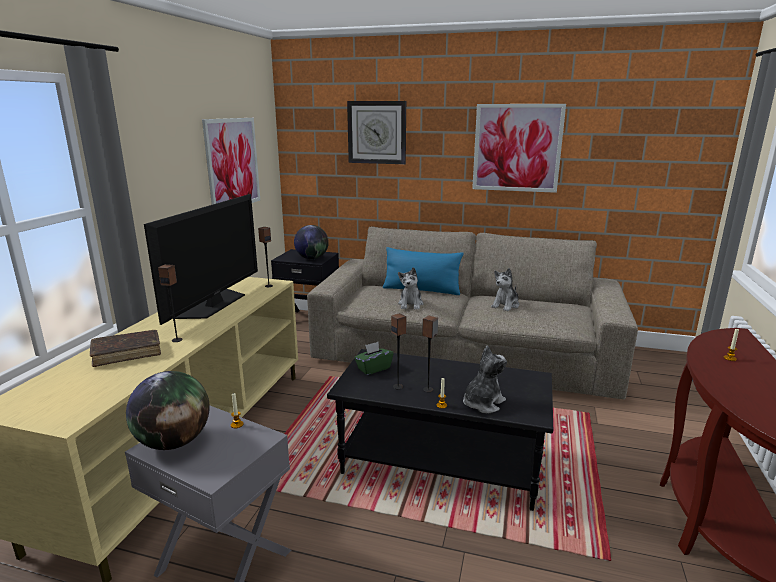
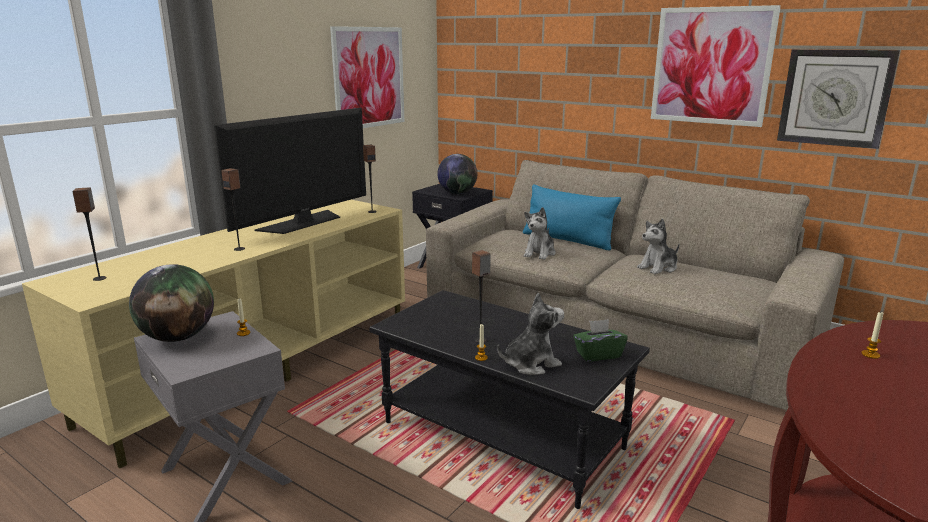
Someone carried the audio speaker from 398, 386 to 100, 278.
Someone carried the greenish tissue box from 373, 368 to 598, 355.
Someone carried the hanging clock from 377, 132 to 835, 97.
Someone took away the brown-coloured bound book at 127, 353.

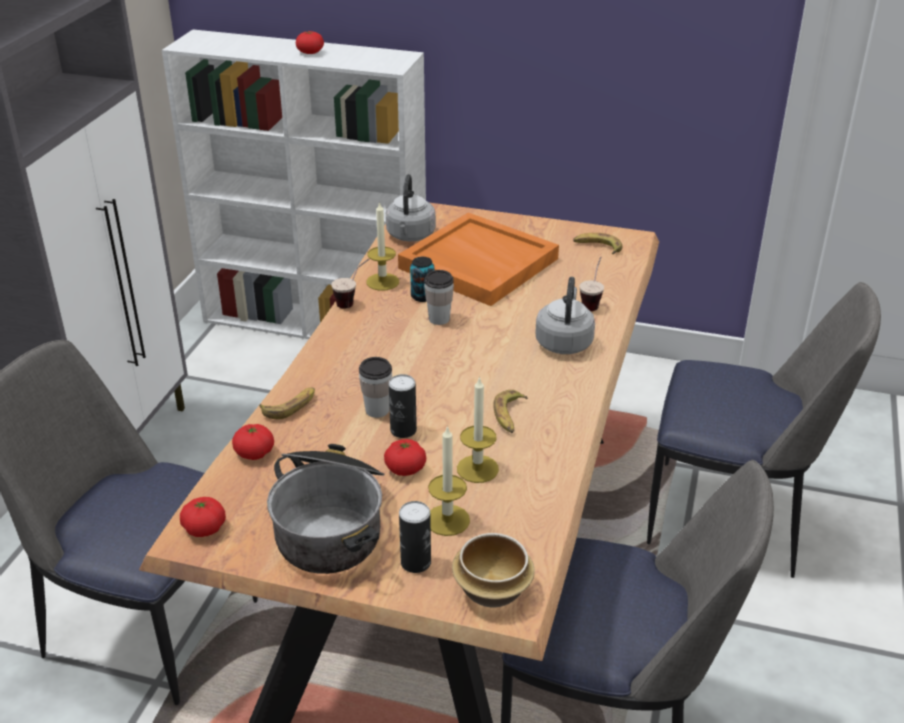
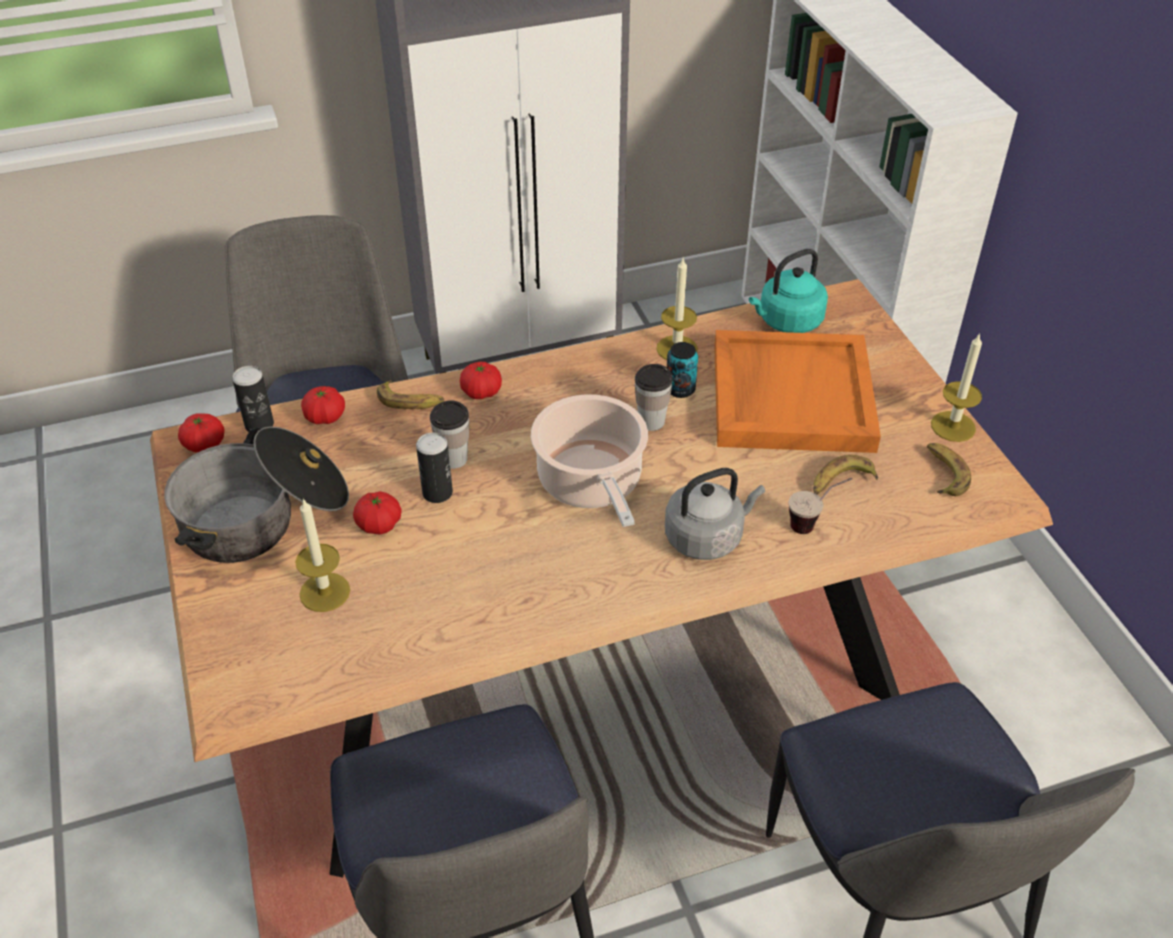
Someone carried the metal can from 415, 562 to 259, 425.
Someone carried the whole tomato from 310, 52 to 481, 392.
Someone put down the stockpot at 591, 483.
Someone repainted the gray kettle at 410, 236, which became the turquoise kettle at 787, 322.
Someone carried the whole banana from 509, 416 to 841, 482.
Someone carried the wax candle from 477, 469 to 953, 426.
Someone took away the cup at 353, 301.
Someone took away the deep dish at 491, 589.

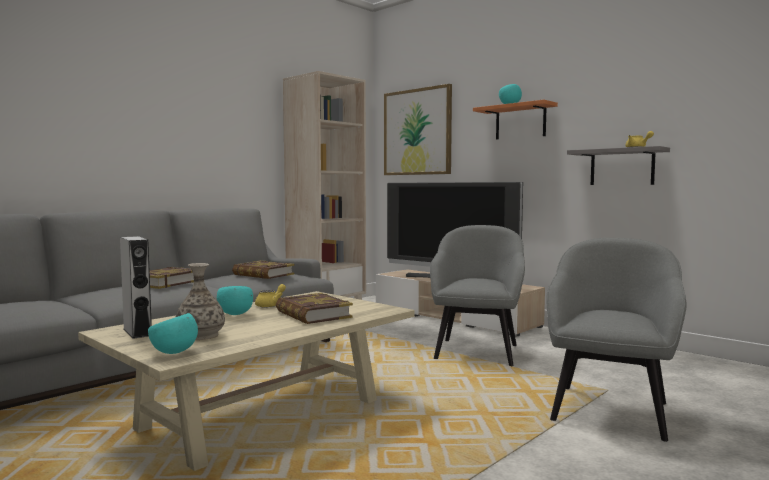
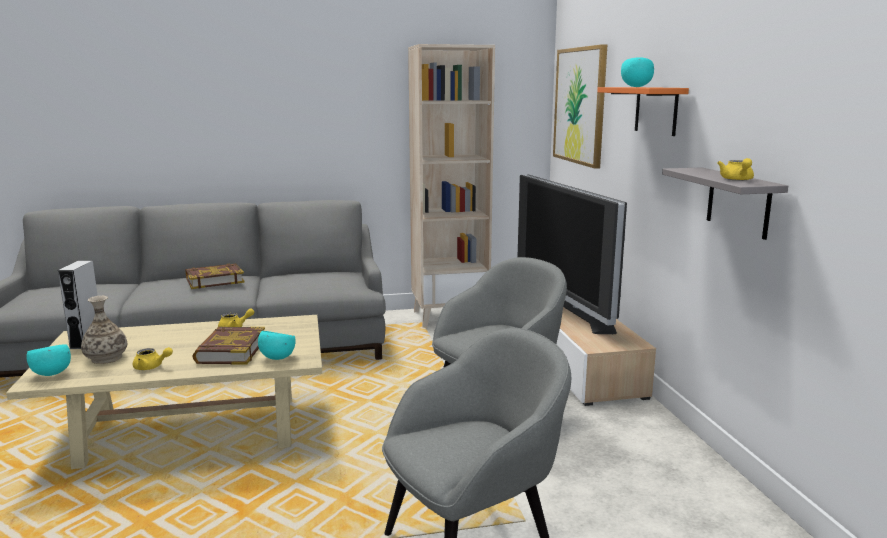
Someone put down the yellowish teapot at 151, 367.
Someone carried the turquoise deep dish from 235, 314 to 277, 358.
Someone took away the bound book at 263, 274.

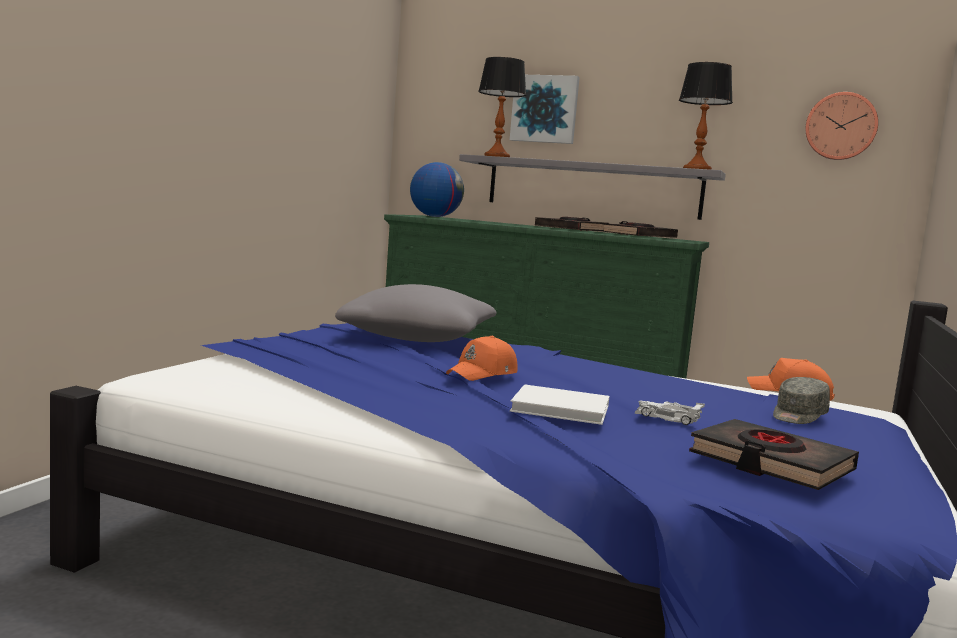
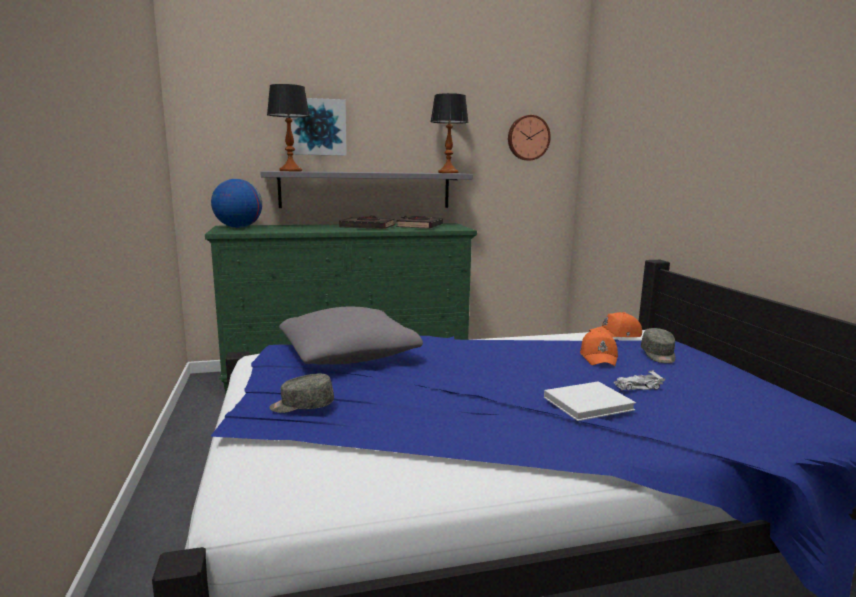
Someone put down the gray peaked cap at 302, 406.
Someone carried the orange peaked cap from 483, 374 to 599, 357.
Someone took away the black bound book at 770, 463.

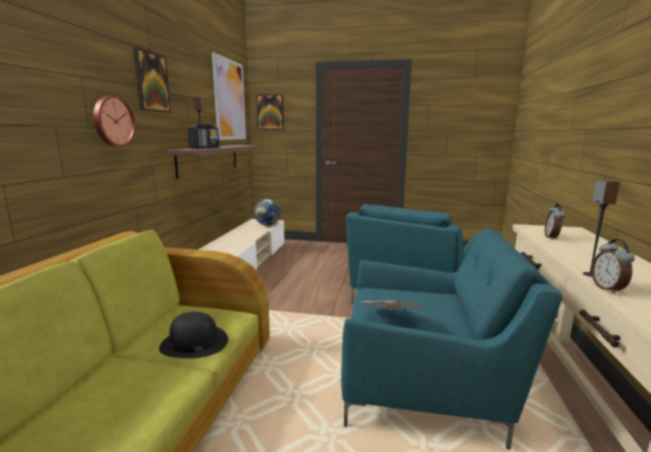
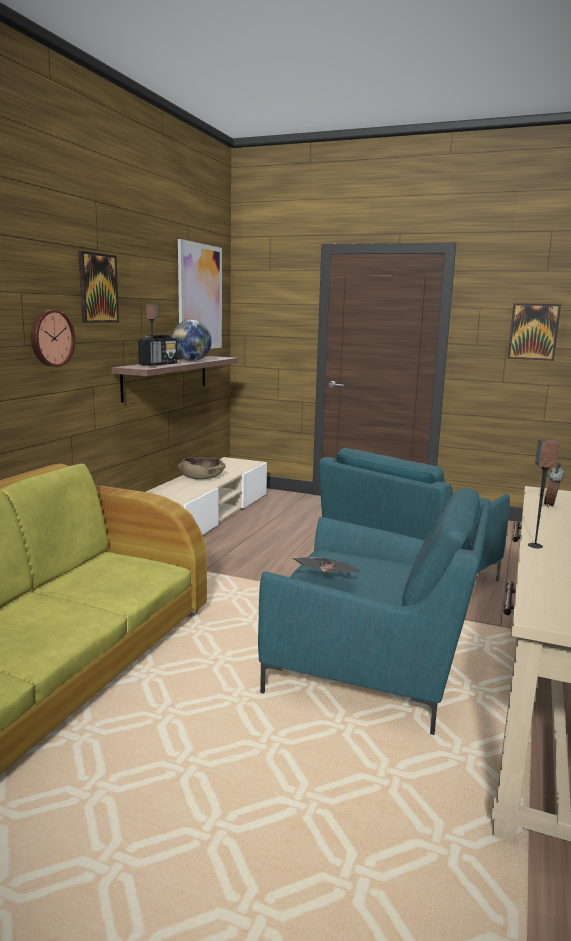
Someone carried the desk globe from 267, 225 to 191, 361.
Someone put down the brown-coloured deep dish at 202, 477.
Someone carried the wall art from 270, 112 to 533, 331.
Someone took away the black wearable hat at 194, 343.
Someone took away the alarm clock at 608, 289.

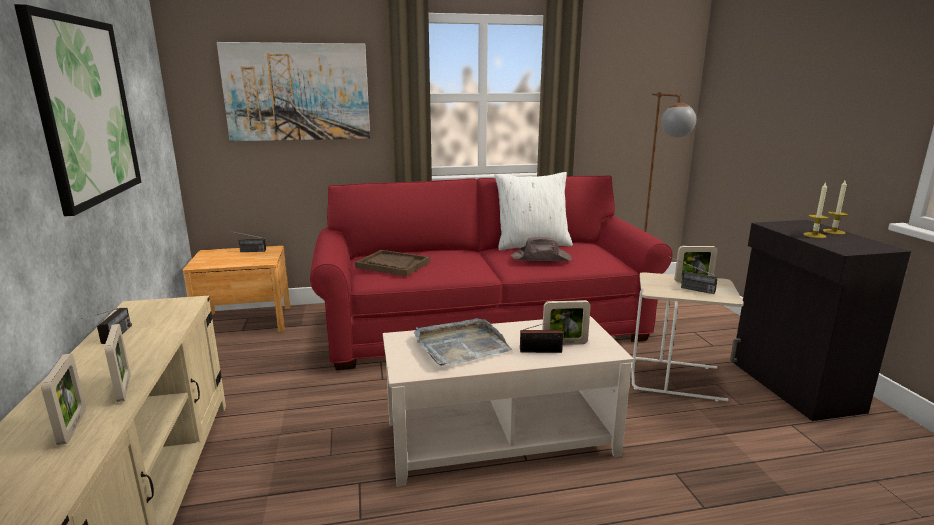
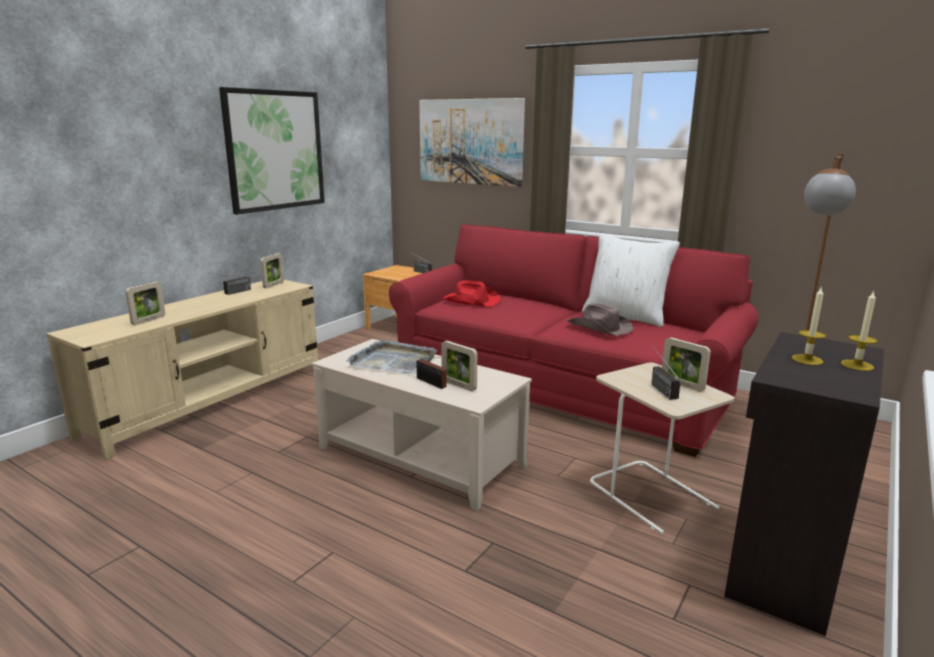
Someone carried the picture frame from 124, 388 to 273, 285.
Someone swapped the brown-coloured tray at 392, 265 for the red-coloured wearable hat at 471, 301.

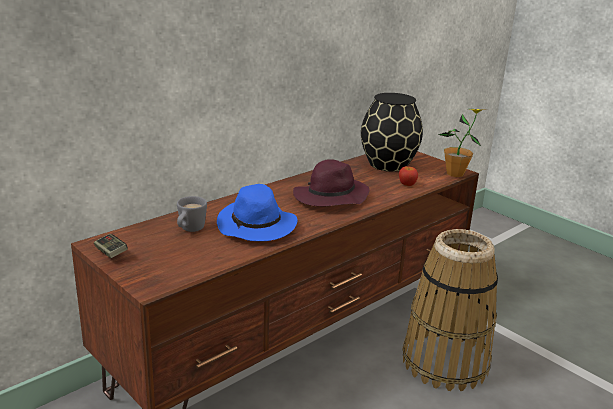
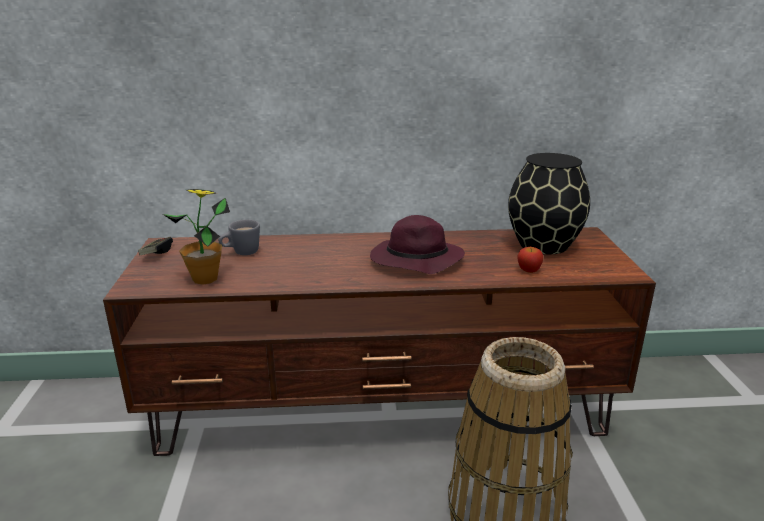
Someone carried the potted plant from 455, 174 to 205, 279.
Someone took away the blue wearable hat at 257, 226.

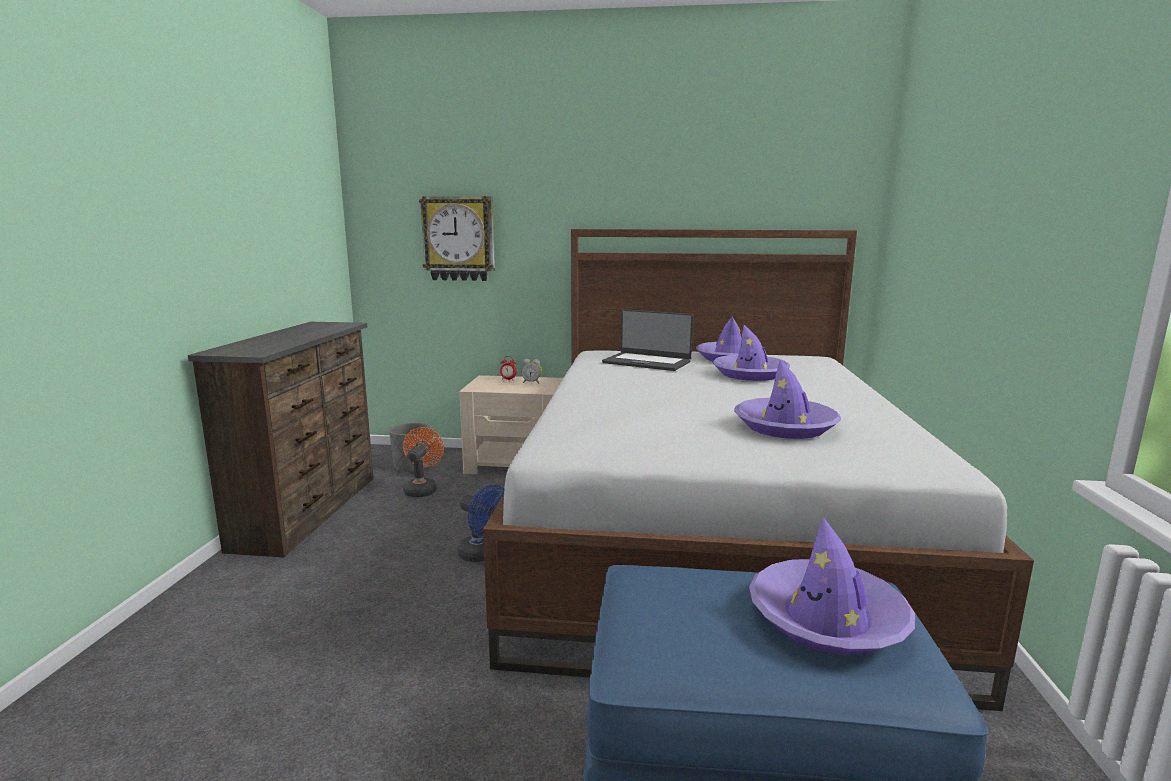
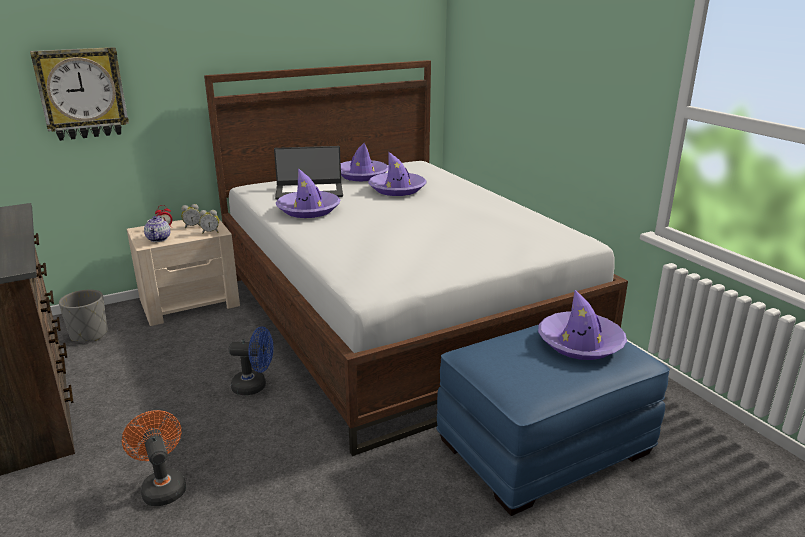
Someone carried the orange electric fan from 422, 489 to 162, 486.
Someone put down the teapot at 159, 239.
Someone put down the alarm clock at 211, 232.
Someone carried the purple-coloured wearable hat from 785, 427 to 308, 210.

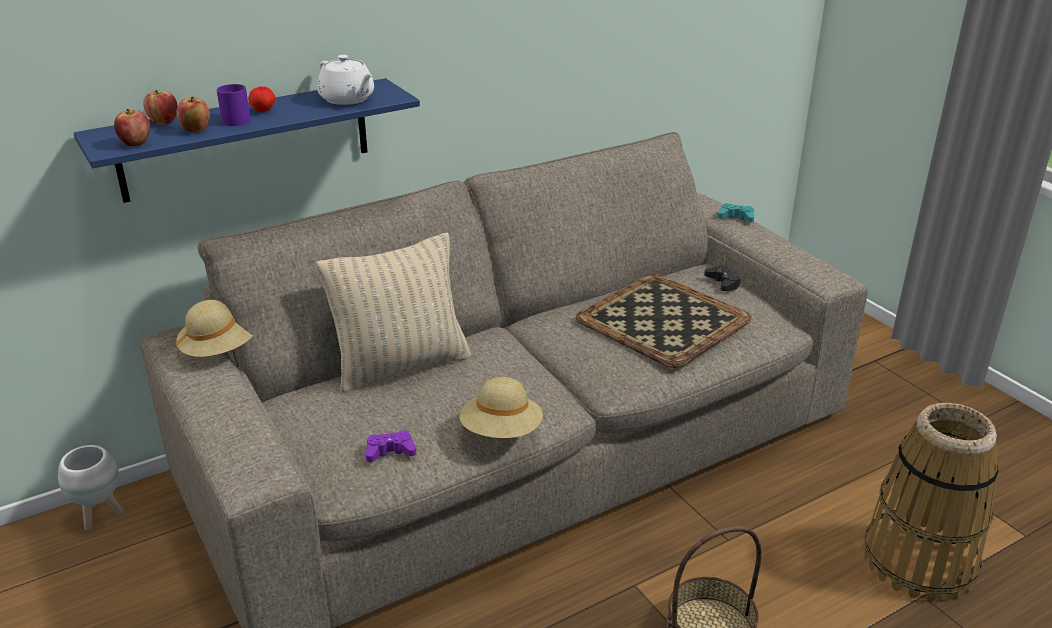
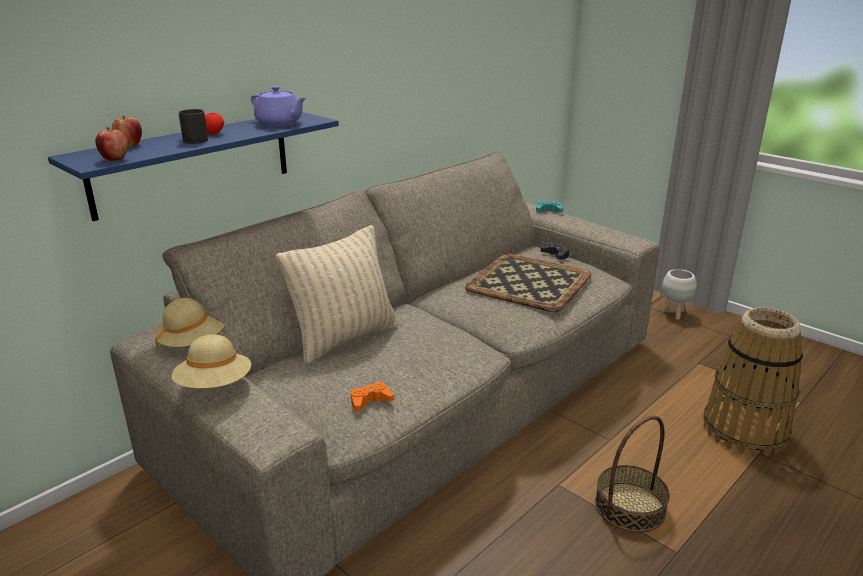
Someone carried the beige wearable hat from 501, 432 to 215, 386.
Someone repainted the purple-coloured coffee mug at 234, 119, which became the black coffee mug at 192, 140.
Someone repainted the white teapot at 347, 99, which became the purple-coloured teapot at 280, 123.
Someone repainted the purple-coloured gamepad at 390, 452, which became the orange gamepad at 370, 401.
Someone carried the white planter from 101, 516 to 674, 314.
Someone took away the whole apple at 195, 130.

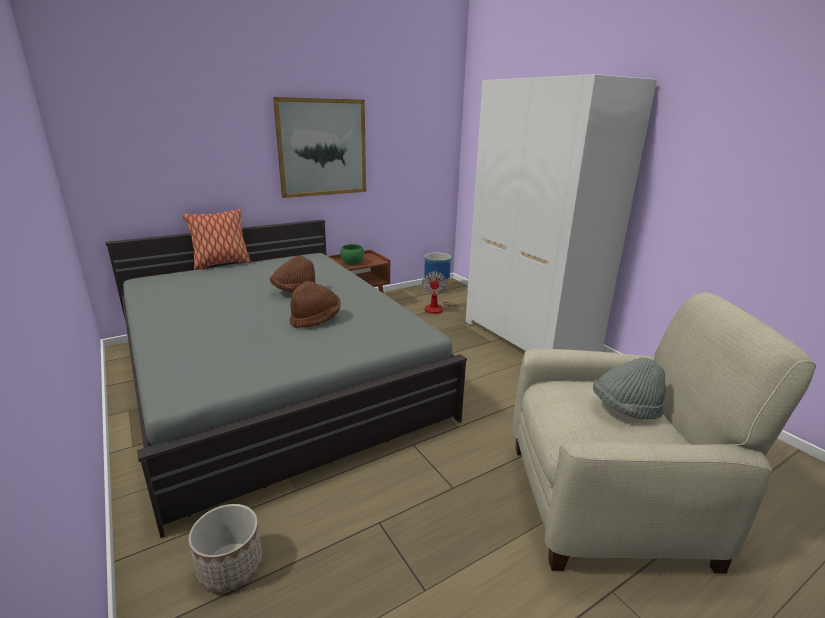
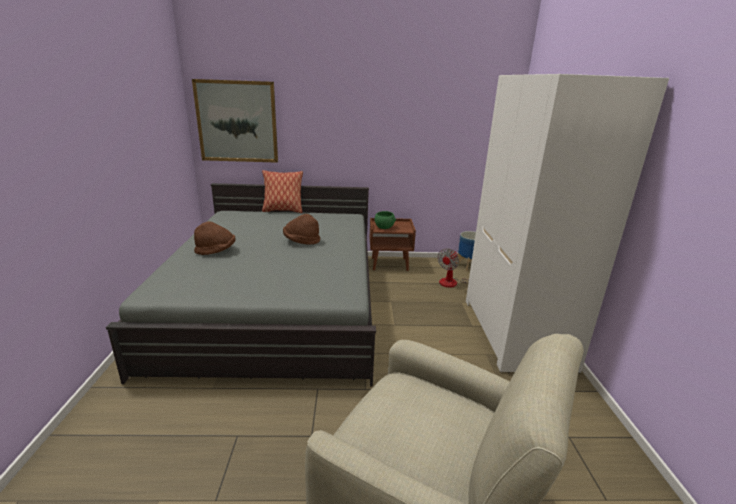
Someone carried the wall art from 322, 148 to 237, 122.
Someone carried the brown-coloured wearable hat from 316, 319 to 216, 251.
Someone took away the planter at 230, 567.
Someone took away the gray wearable hat at 625, 409.

